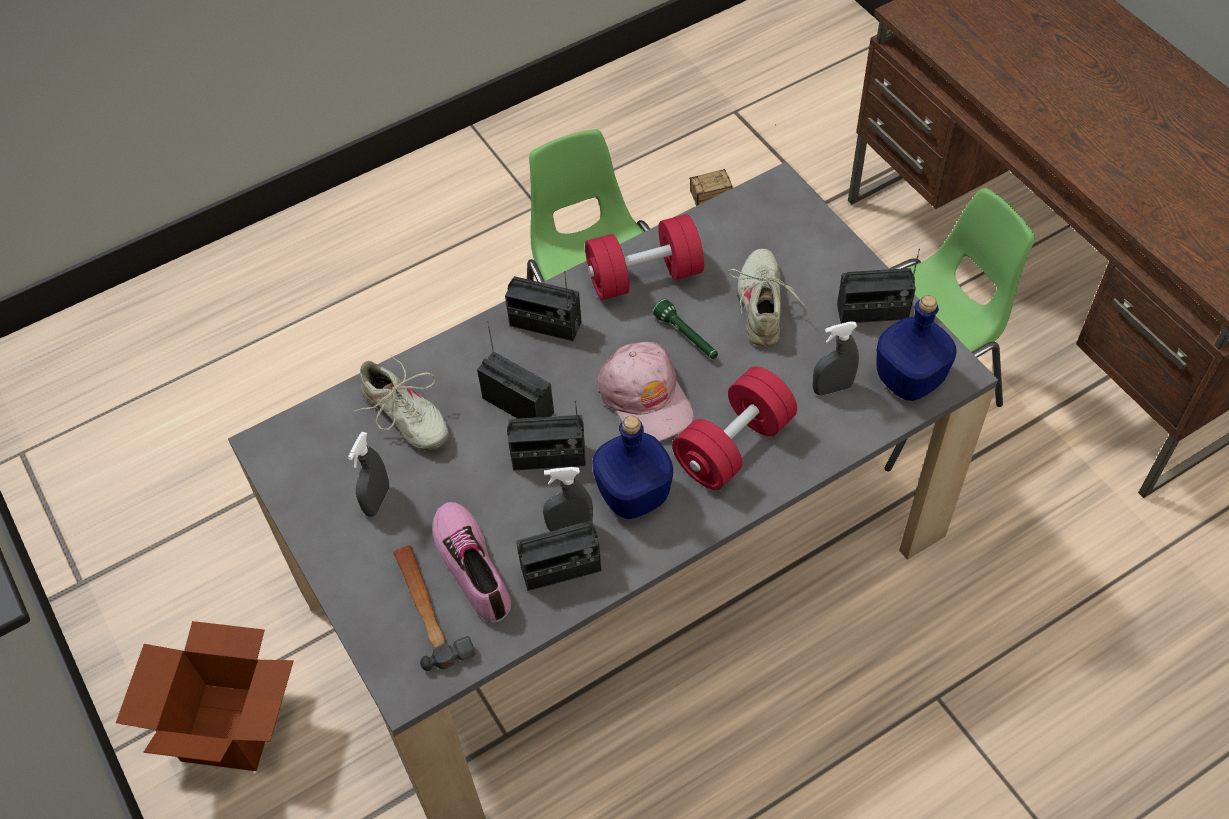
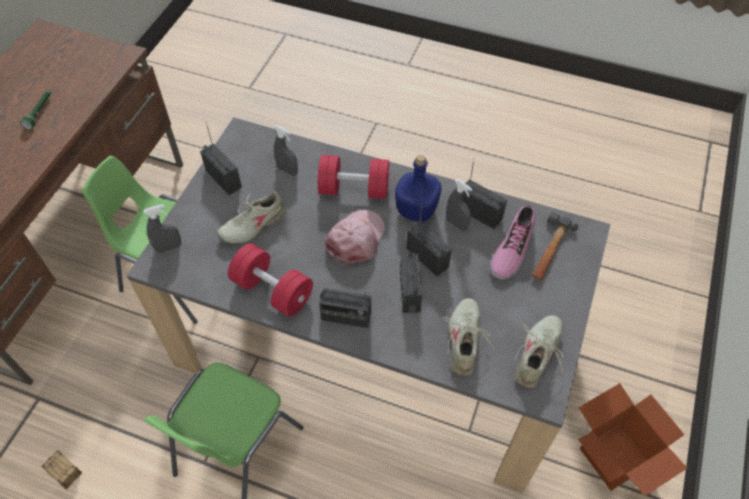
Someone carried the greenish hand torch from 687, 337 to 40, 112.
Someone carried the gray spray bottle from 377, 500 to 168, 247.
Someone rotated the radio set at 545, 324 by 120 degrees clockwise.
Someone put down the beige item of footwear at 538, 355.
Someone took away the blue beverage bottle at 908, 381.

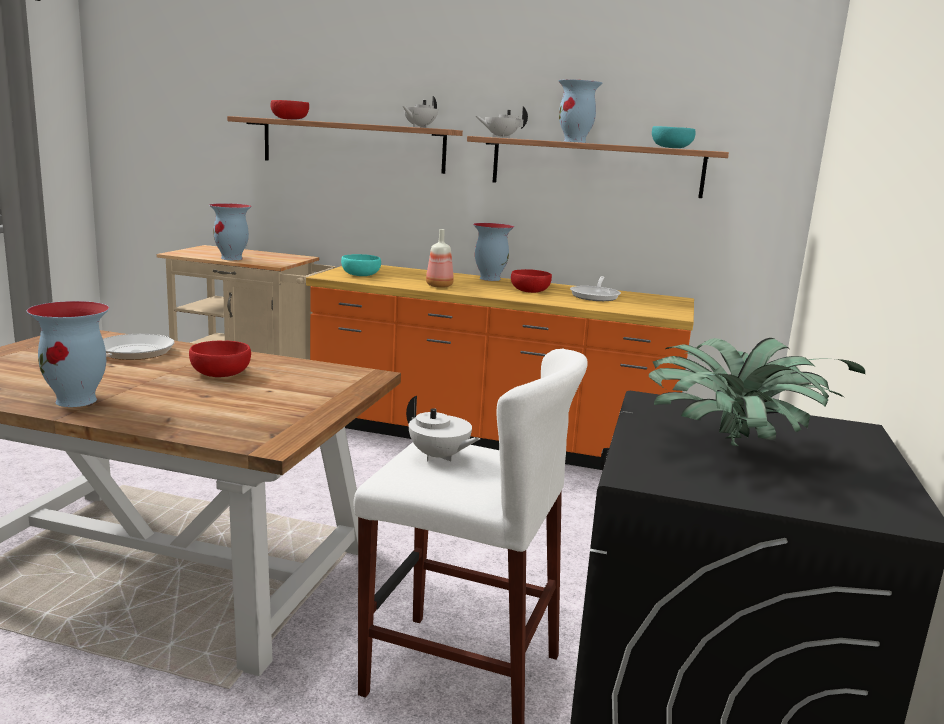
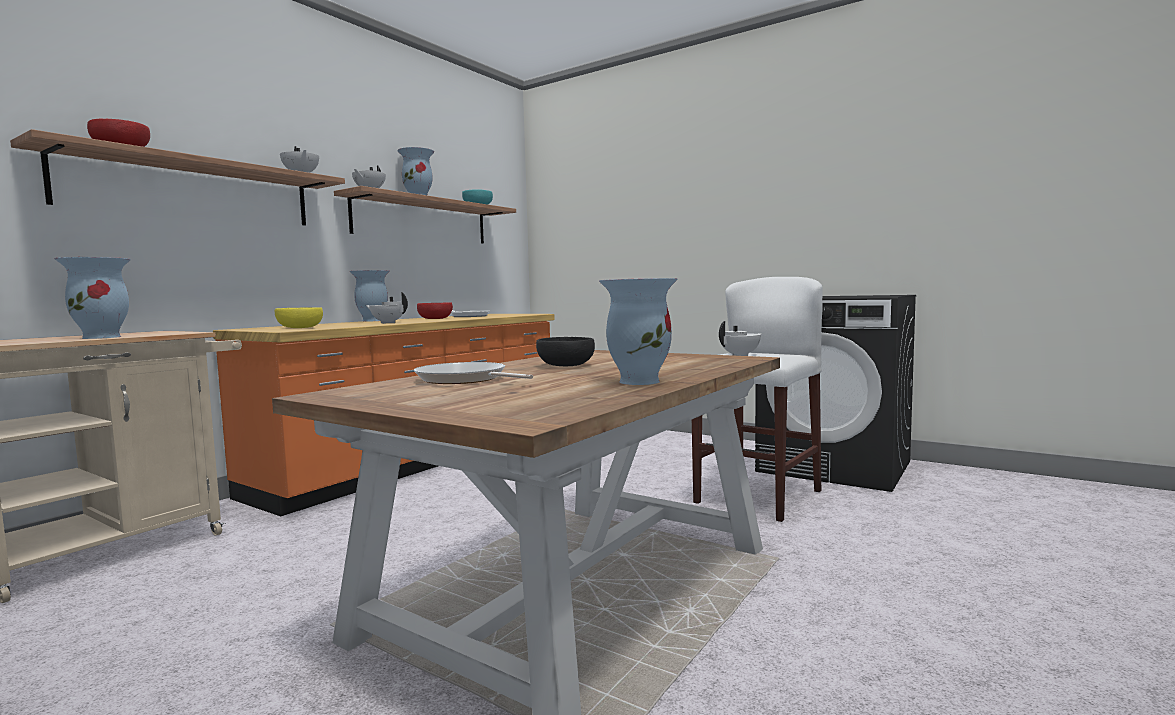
Someone repainted the turquoise deep dish at 360, 275, which became the yellowish deep dish at 299, 328.
Someone swapped the beverage bottle at 440, 286 for the white teapot at 388, 323.
Someone repainted the red-coloured deep dish at 220, 373, which became the black deep dish at 565, 365.
Someone took away the potted plant at 732, 450.

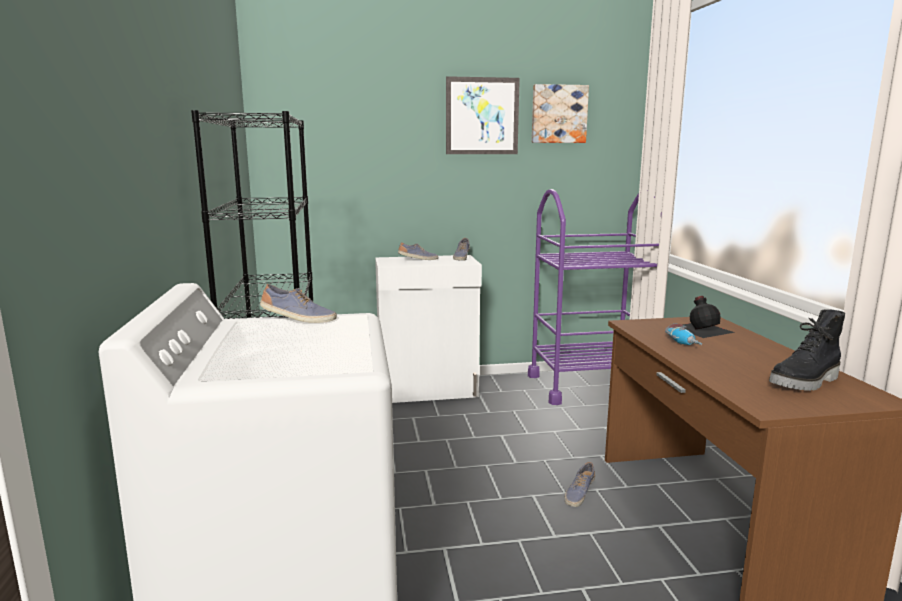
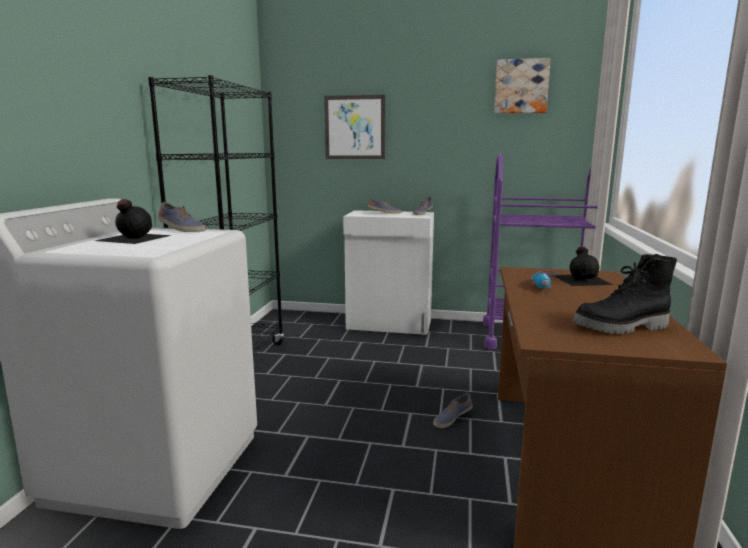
Someone put down the black beverage bottle at 132, 238.
Someone carried the wall art from 482, 116 to 354, 127.

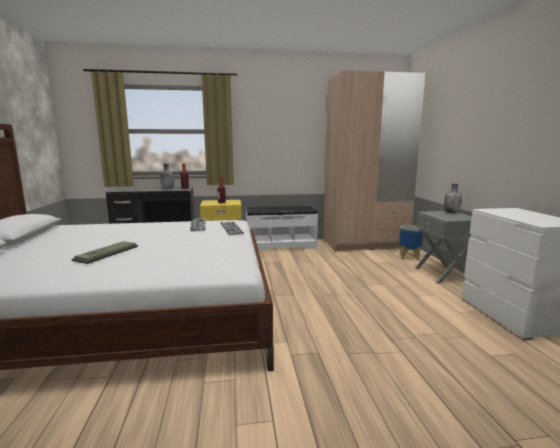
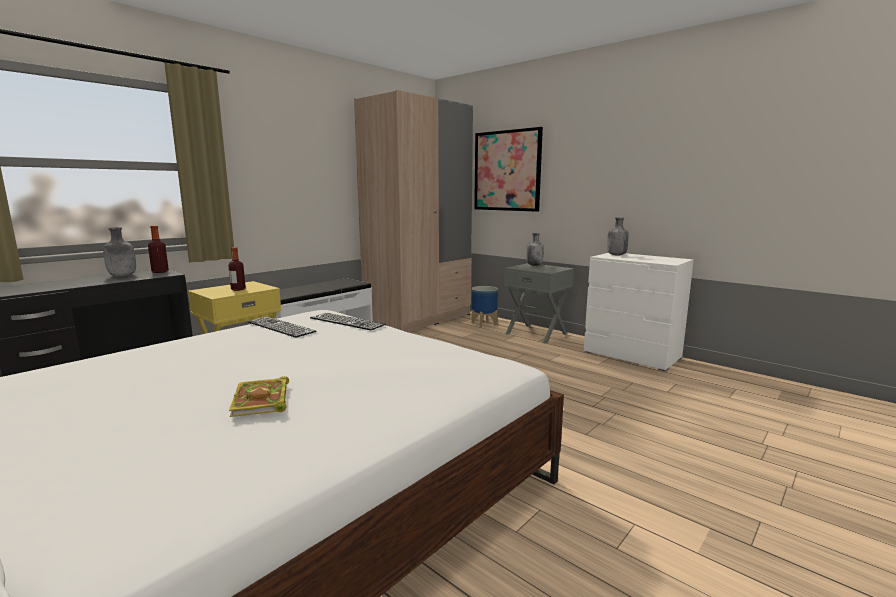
Someone swapped the PC keyboard at 107, 253 for the bound book at 262, 401.
Someone put up the wall art at 507, 171.
Someone put down the gray beverage bottle at 616, 255.

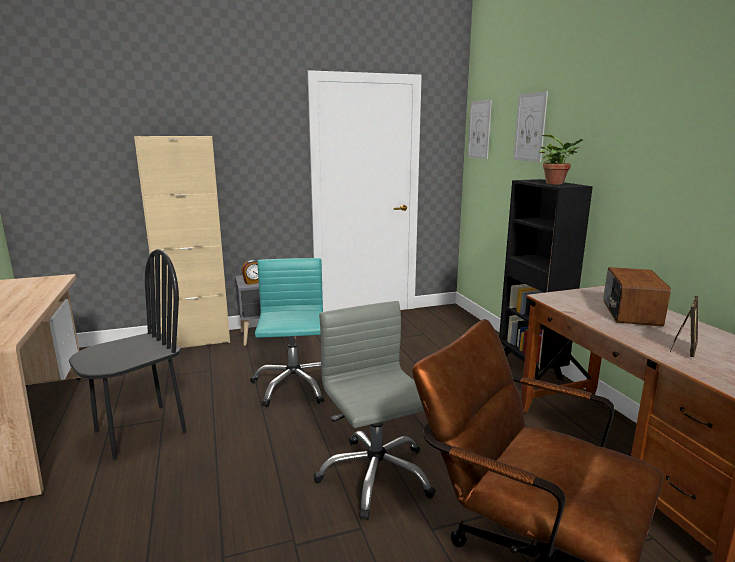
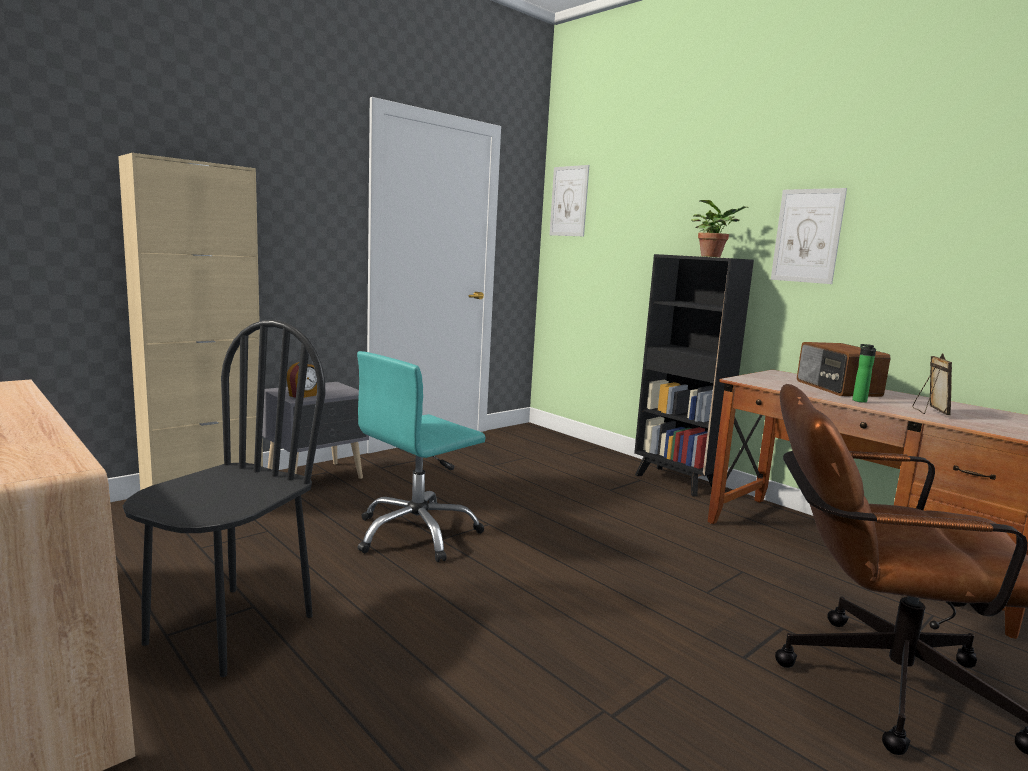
Someone rotated the turquoise office chair at 293, 386 by 105 degrees counterclockwise.
Someone carried the wall art from 530, 127 to 807, 236.
Someone put down the beverage bottle at 858, 400.
Someone took away the gray office chair at 375, 475.

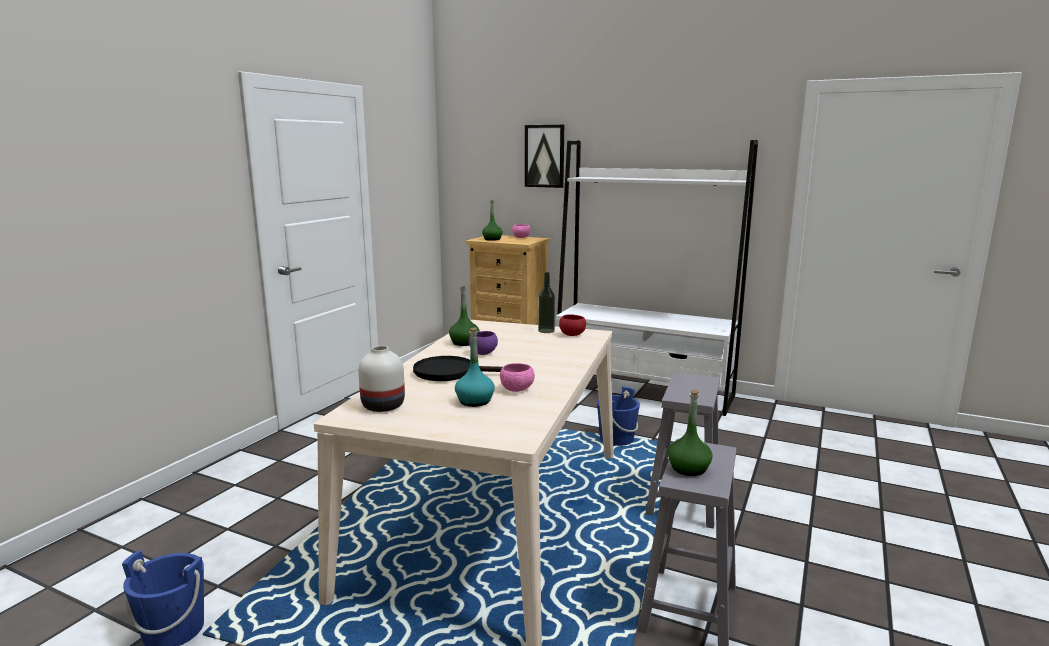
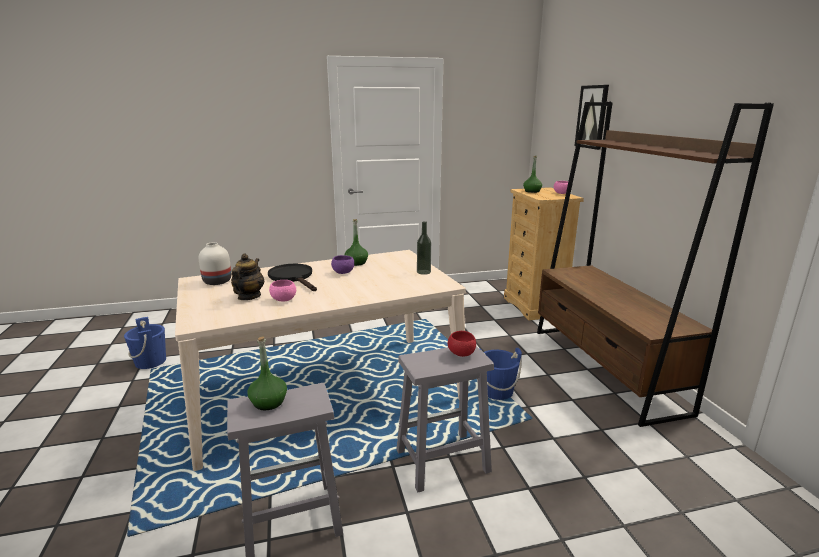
Someone swapped the turquoise beverage bottle at 475, 401 for the teapot at 249, 297.
Someone carried the red-coloured deep dish from 572, 335 to 461, 354.
Someone repainted the white bookcase at 643, 391, which became the brown-coloured bookcase at 605, 368.

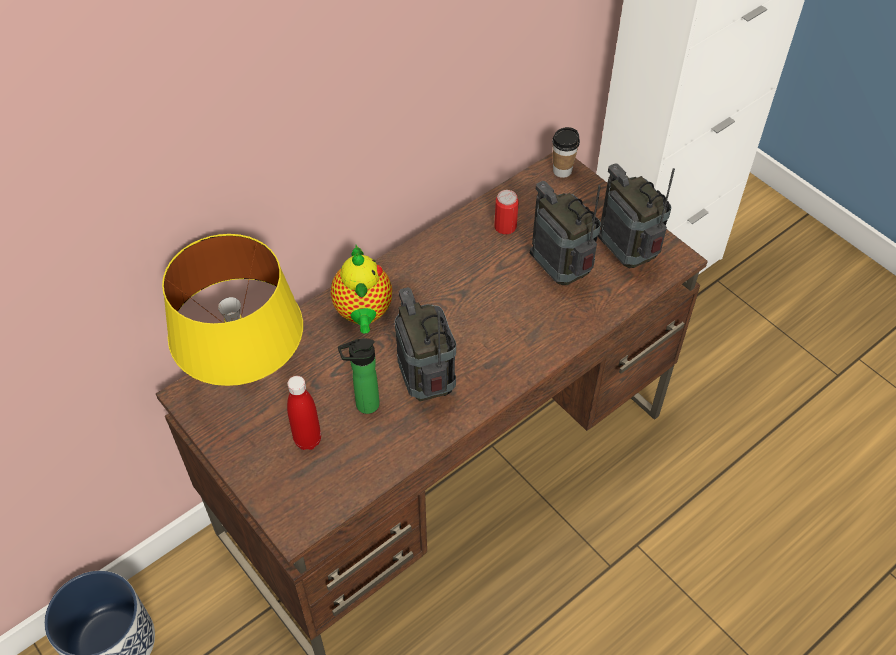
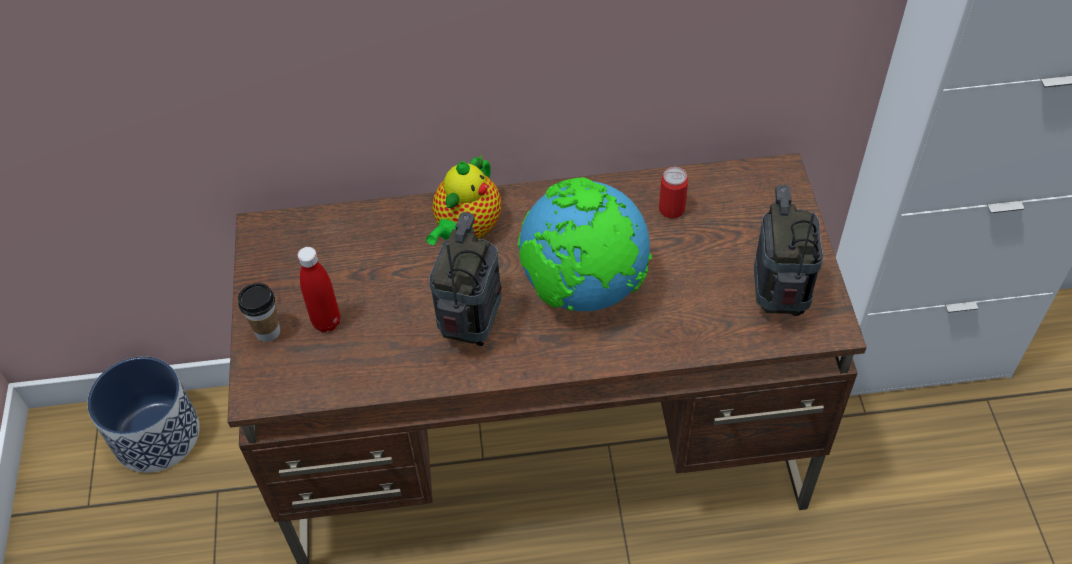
Someone carried the cup from 562, 171 to 268, 332.
Someone put down the desk globe at 583, 289.
Someone took away the yellowish tabletop lamp at 248, 379.
Someone took away the beverage bottle at 363, 405.
Someone took away the radio set at 561, 272.

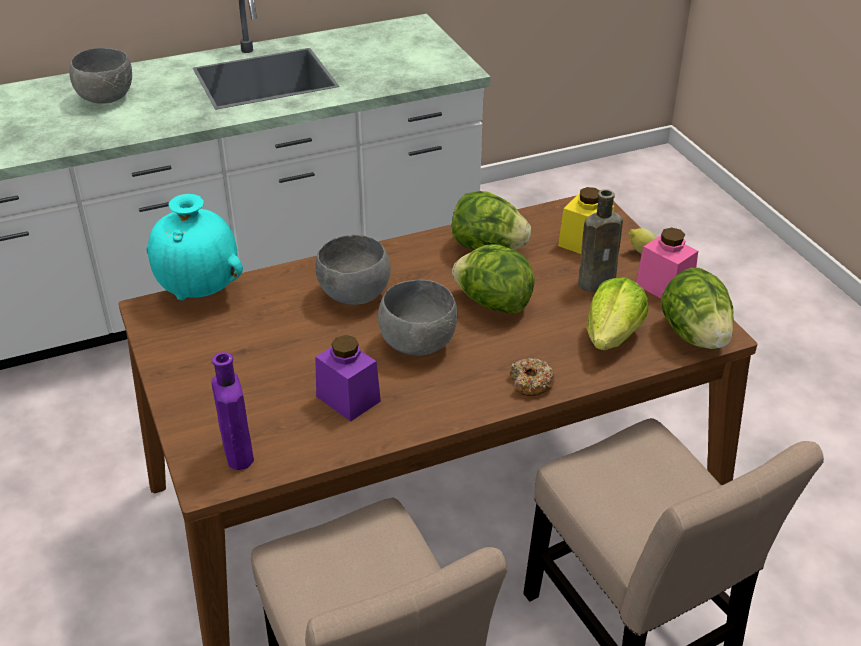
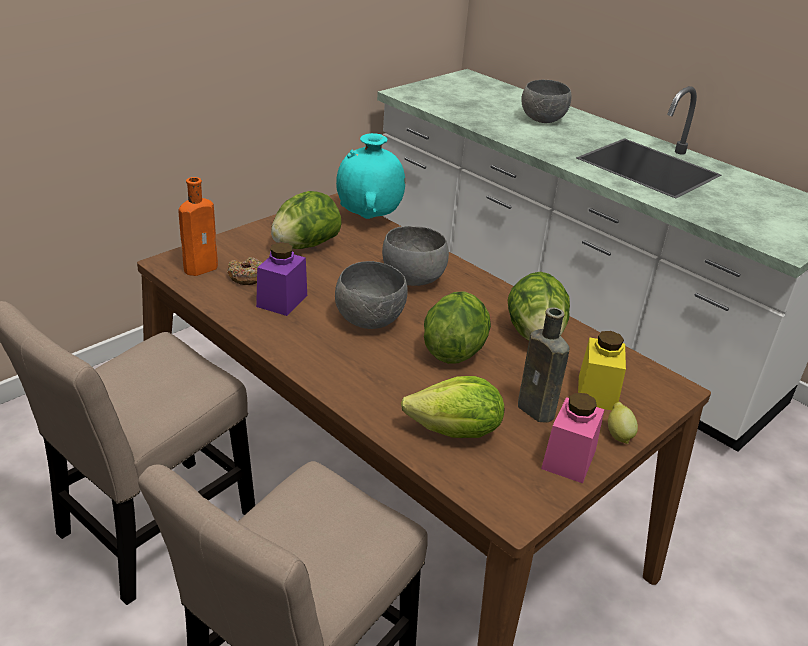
Someone repainted the purple-coloured beverage bottle at 237, 451, which became the orange beverage bottle at 203, 267.
Someone carried the ring doughnut from 531, 383 to 247, 277.
Someone carried the head of lettuce from 694, 335 to 305, 245.

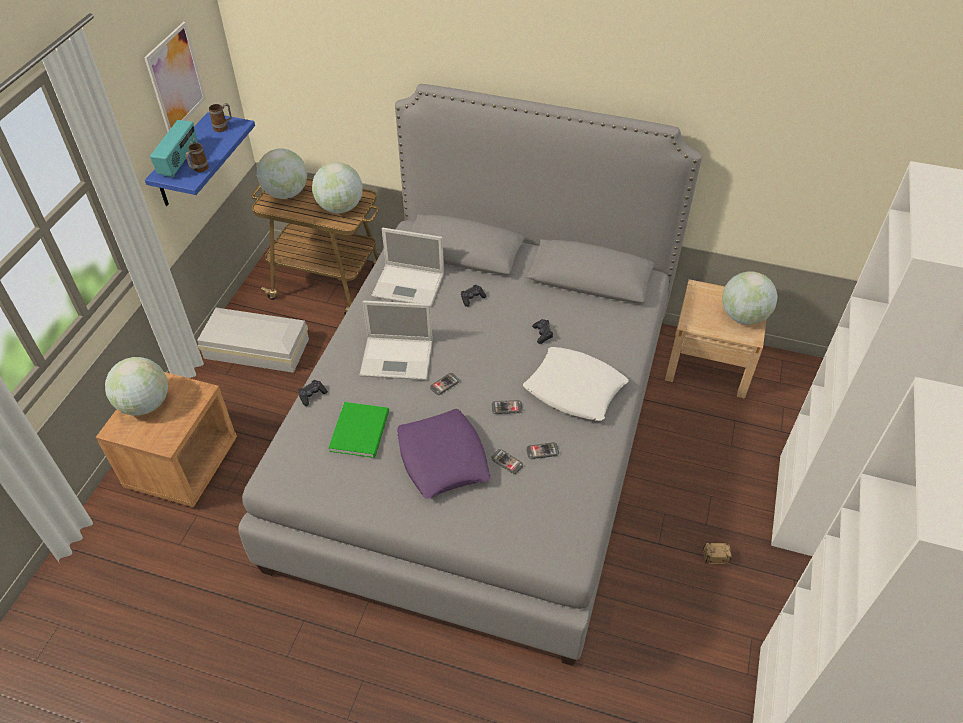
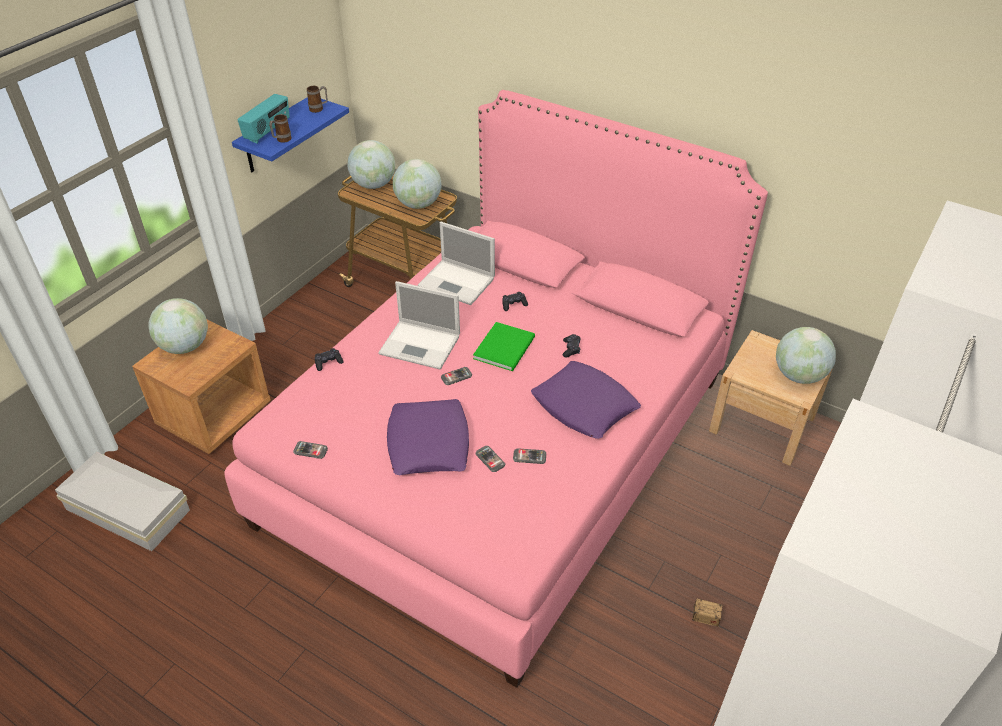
Someone carried the white storage container from 257, 349 to 128, 511.
Someone repainted the gray bedroom bed at 480, 437, which became the pinkish bedroom bed at 500, 448.
Someone carried the telephone from 506, 408 to 310, 450.
Someone carried the greenish bound book from 361, 429 to 506, 347.
Someone repainted the white throw pillow at 575, 389, which became the purple-coloured throw pillow at 584, 406.
Someone took away the wall art at 175, 79.

